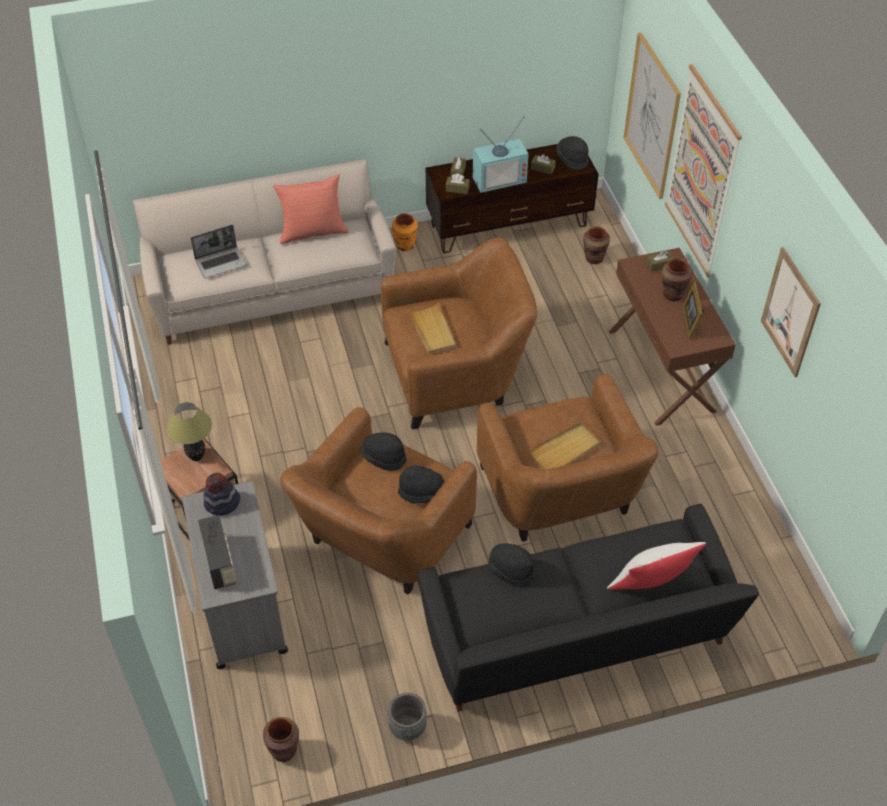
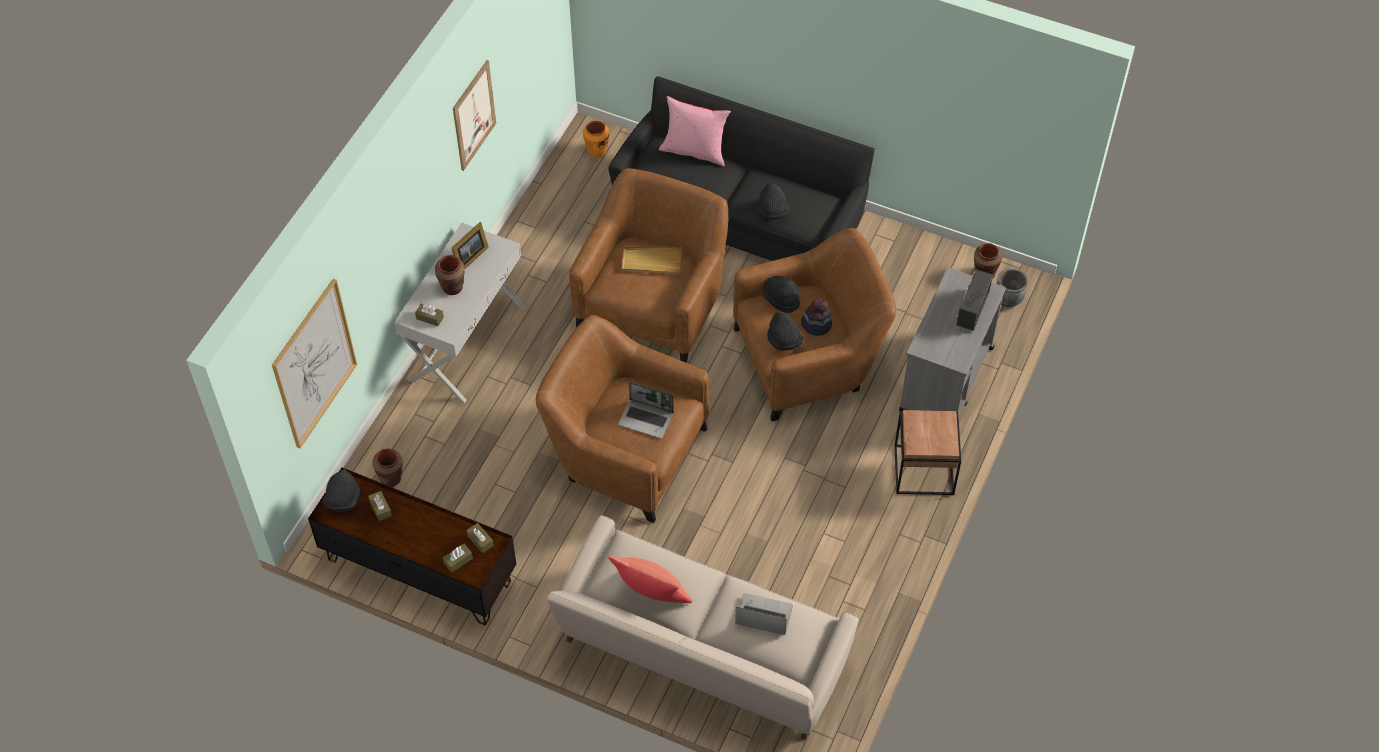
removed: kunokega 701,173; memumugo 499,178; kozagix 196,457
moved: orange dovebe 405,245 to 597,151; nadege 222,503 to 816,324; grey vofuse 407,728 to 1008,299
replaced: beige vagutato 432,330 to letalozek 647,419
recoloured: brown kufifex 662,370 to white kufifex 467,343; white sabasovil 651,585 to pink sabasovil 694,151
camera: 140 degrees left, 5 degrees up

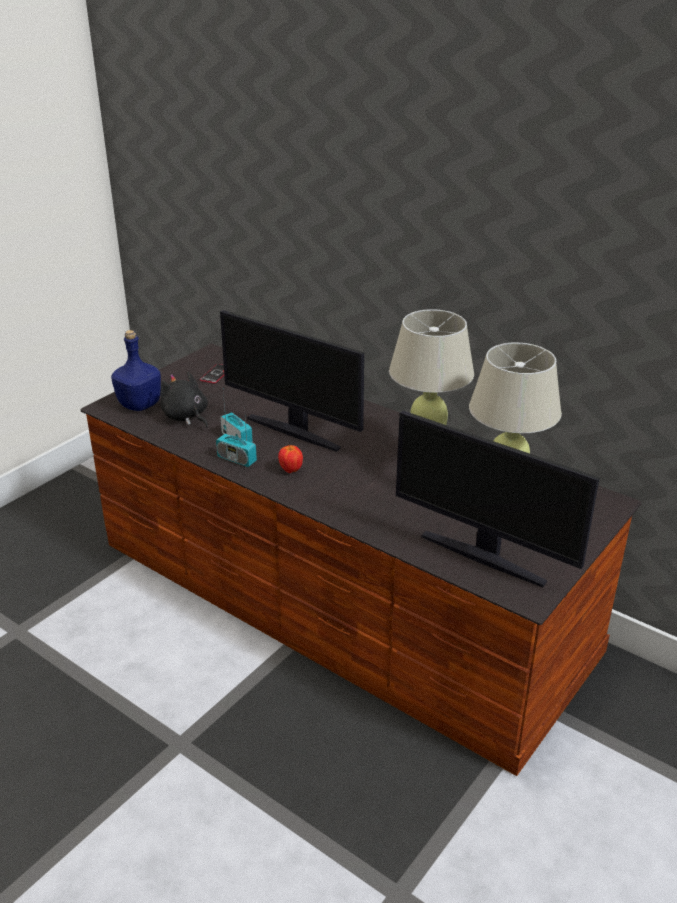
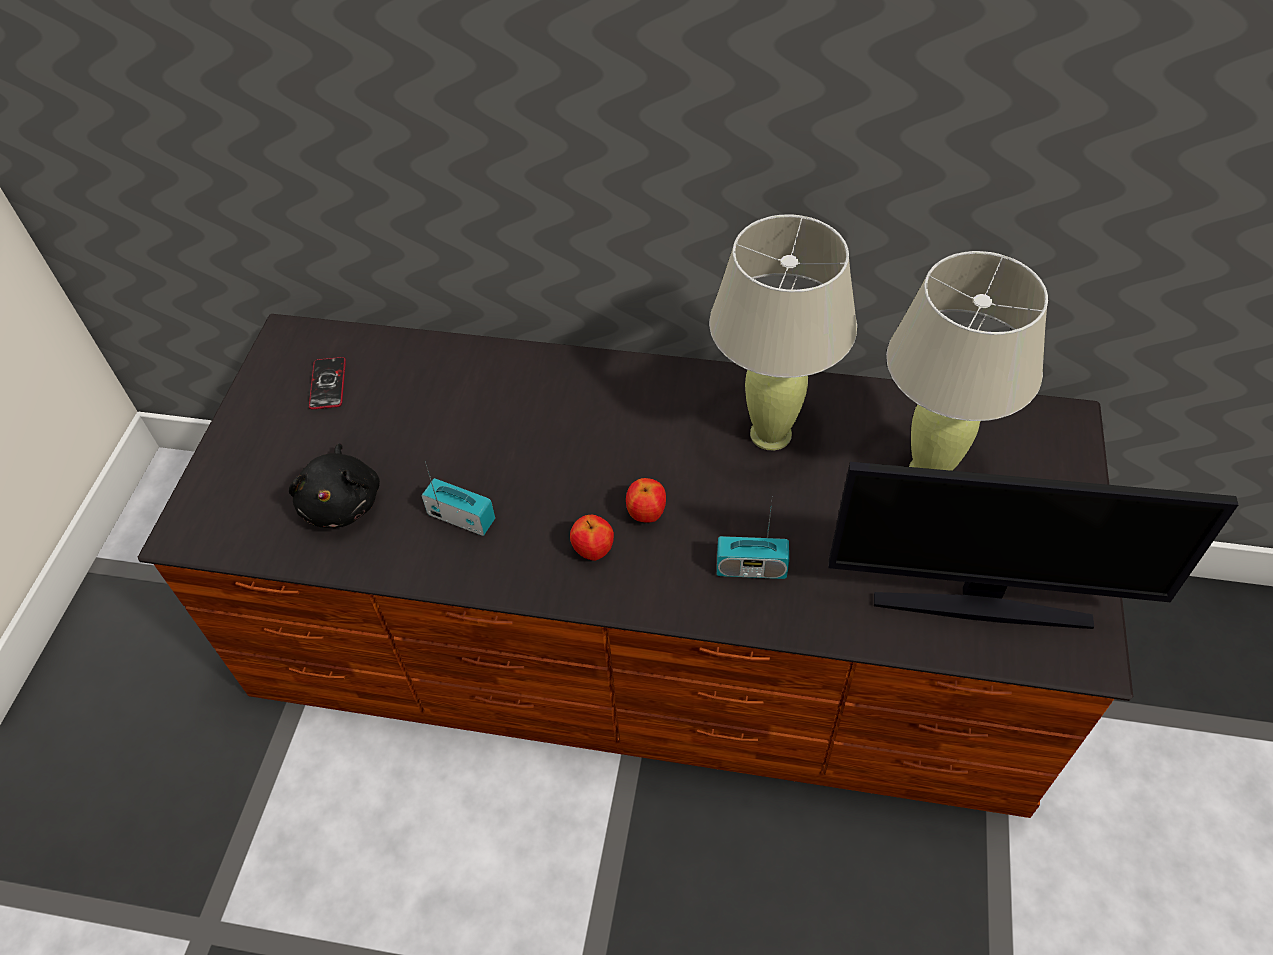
removed: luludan 294,431; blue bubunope 140,404
added: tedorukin 646,514
moved: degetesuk 236,459 to 751,568
turned: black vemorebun 186,417 = 343,502 120 degrees counterclockwise
camera: 25 degrees left, 20 degrees up

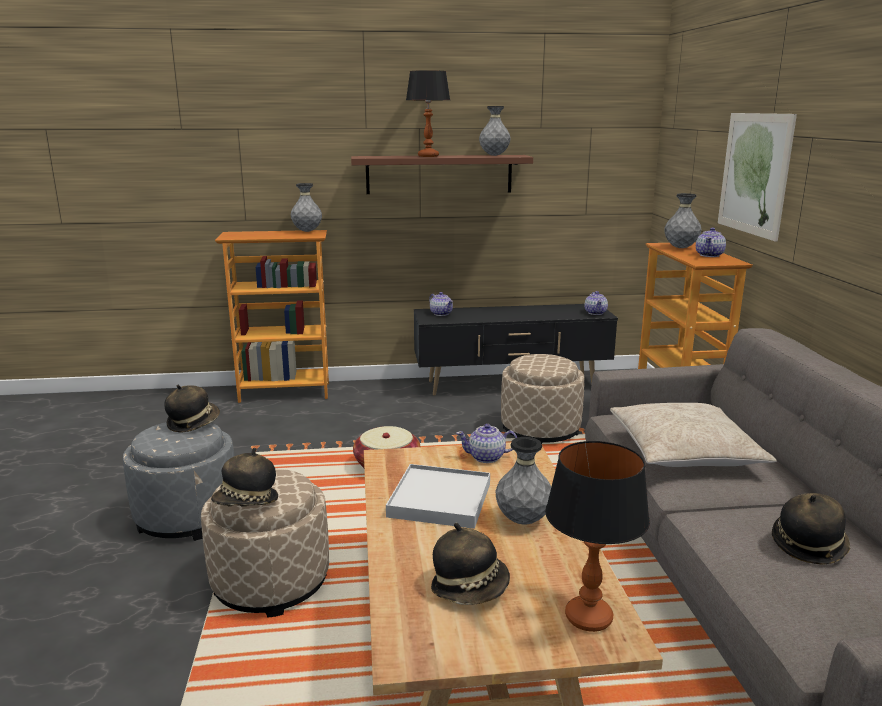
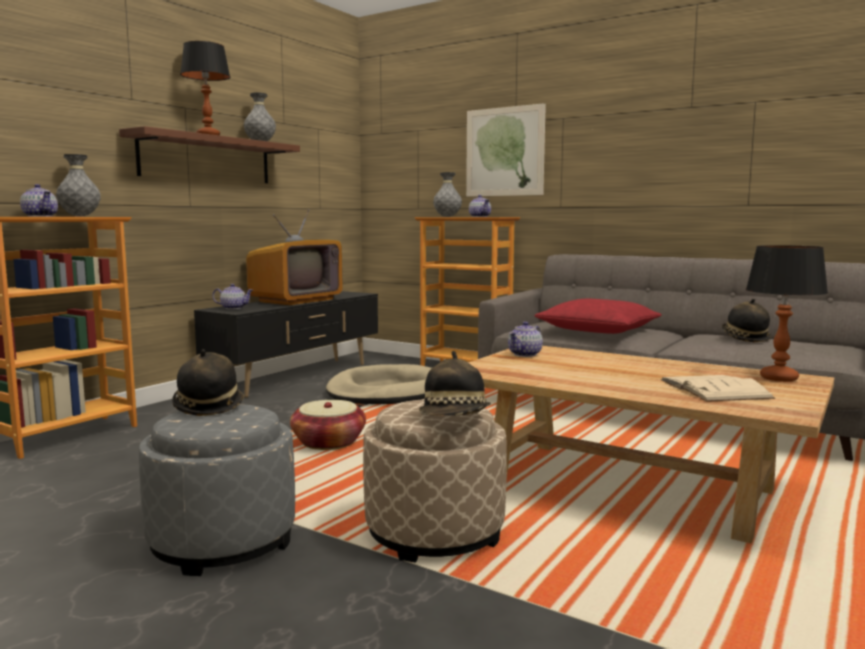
removed: grey dovebe 522,520; white vagutato 440,500
added: memumugo 296,300
moved: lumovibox 595,312 to 40,216
replaced: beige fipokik 540,430 to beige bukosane 386,391; nadege 470,588 to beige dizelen 714,389
recoloured: beige sabasovil 684,450 to red sabasovil 598,330
camera: 50 degrees left, 10 degrees down

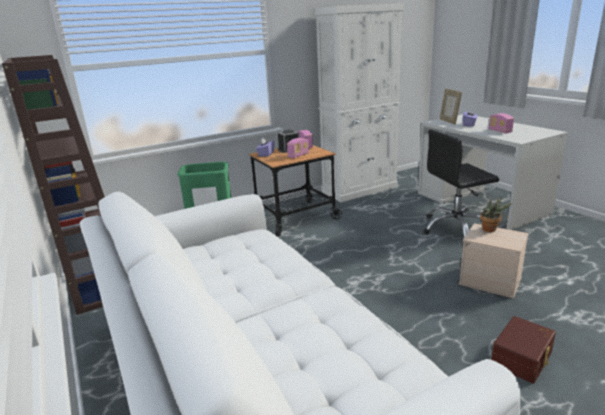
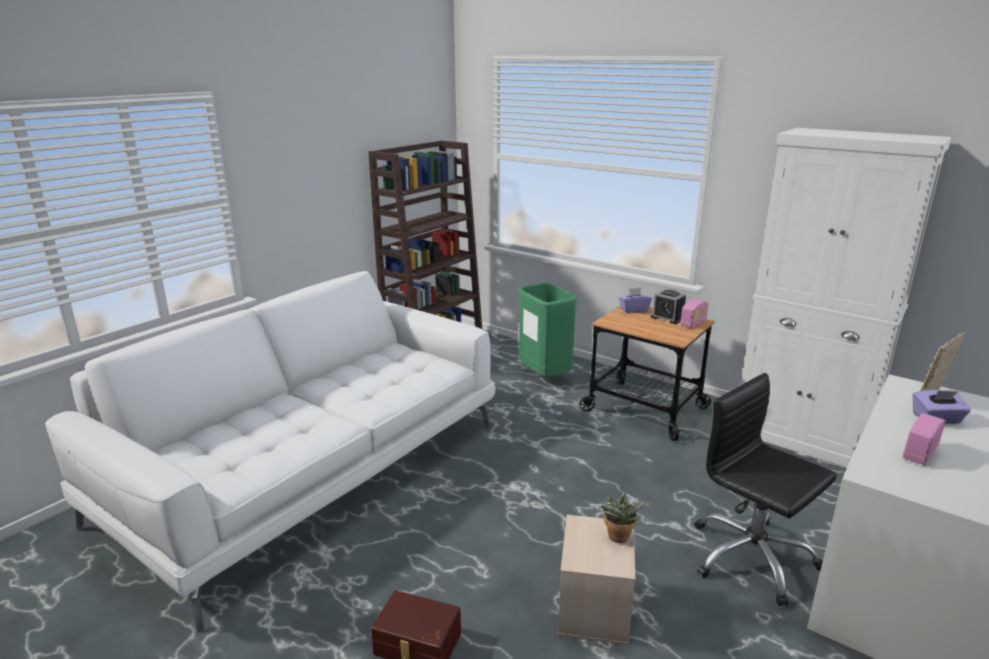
removed: degetesuk 298,155
camera: 65 degrees right, 0 degrees up

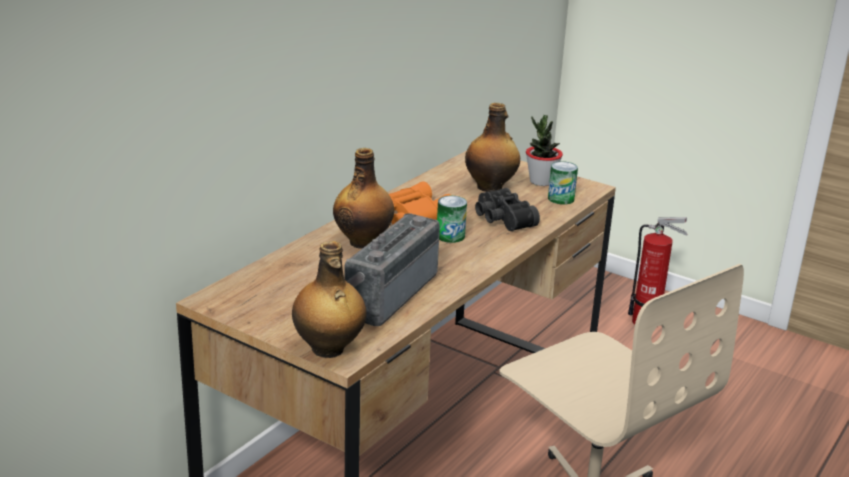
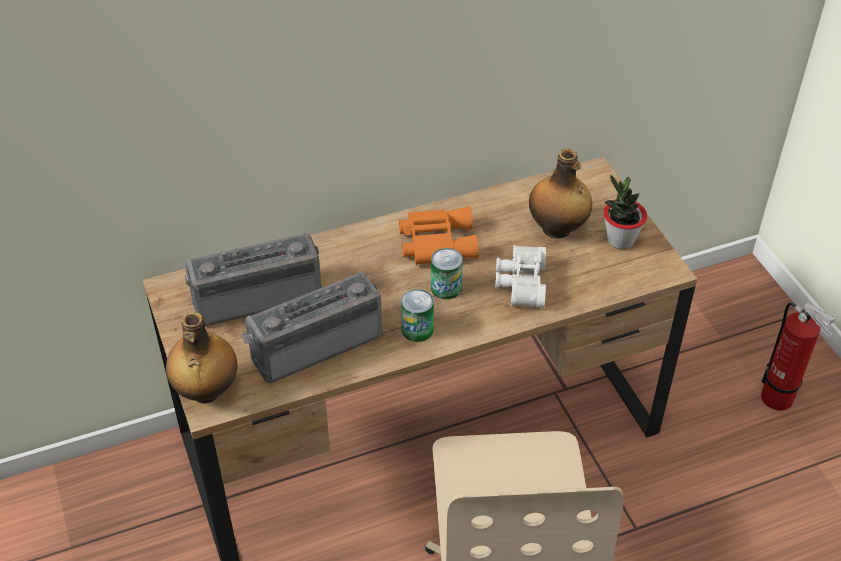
removed: bubunope 364,241
added: degetesuk 256,295
moved: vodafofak 561,199 to 417,329
recoloured: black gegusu 501,219 to white gegusu 519,283
camera: 35 degrees right, 20 degrees up

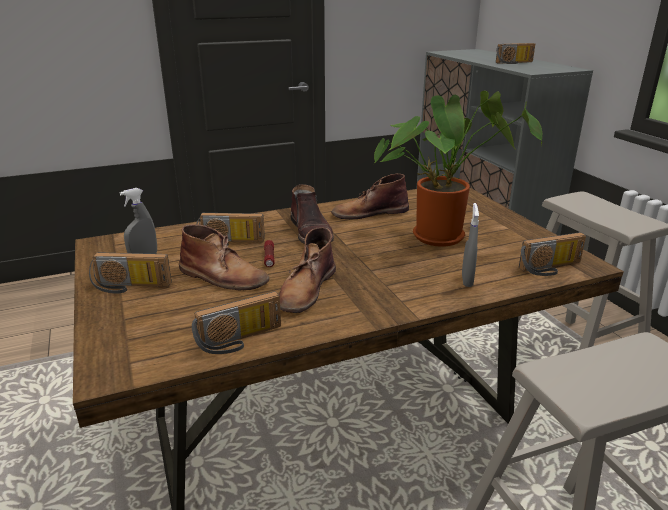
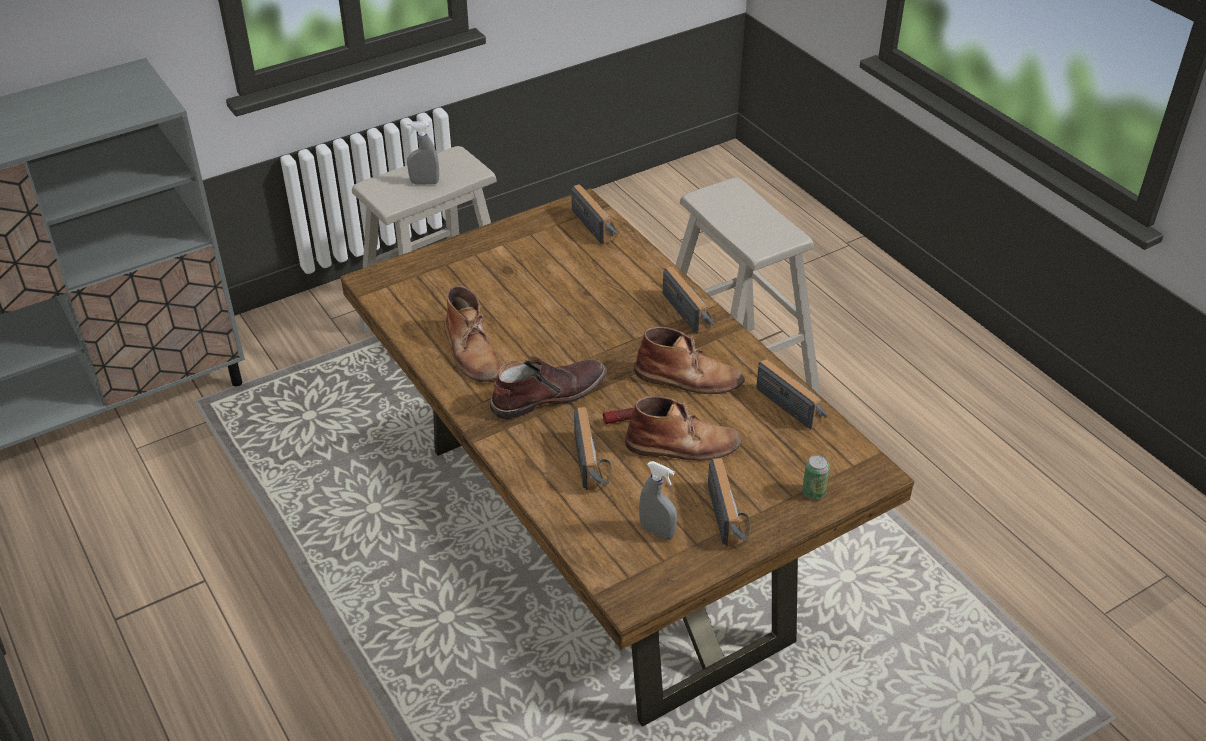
removed: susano 442,235
added: vodafofak 813,492
moved: degetesuk 515,63 to 691,312; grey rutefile 467,280 to 424,183
turned: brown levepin 223,277 = 684,445 75 degrees clockwise
camera: 100 degrees left, 15 degrees up

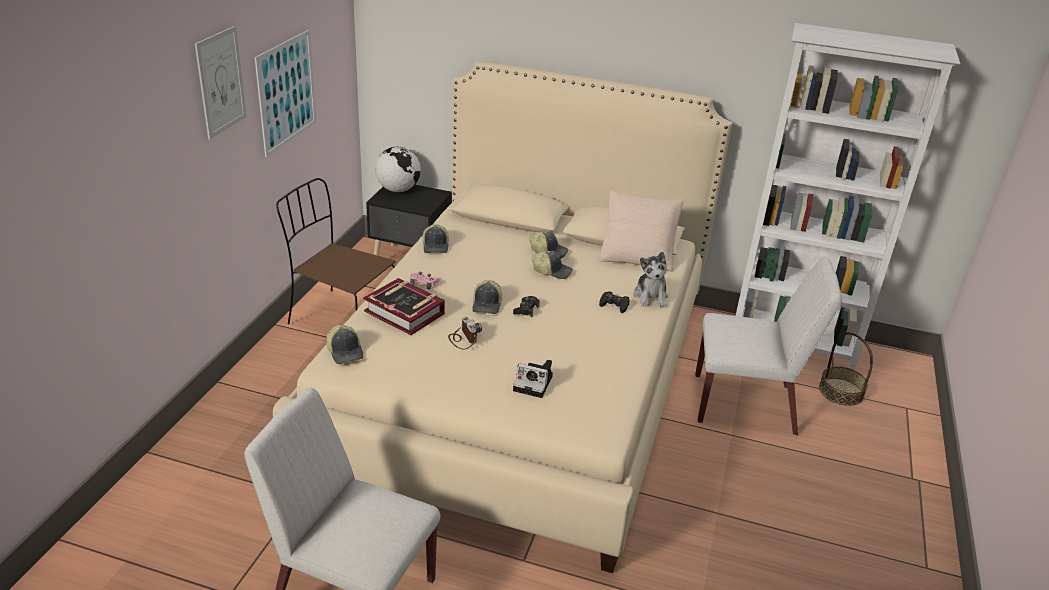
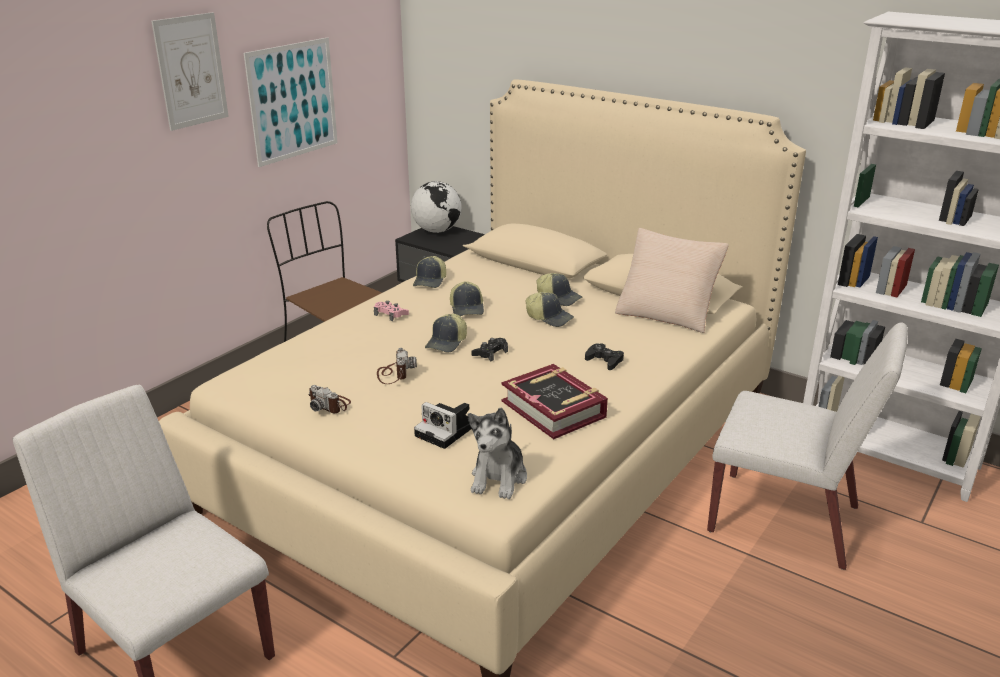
removed: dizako 841,391
added: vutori 330,405
moved: vemorebun 650,296 to 499,478; dizelen 405,312 to 554,409; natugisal 345,352 to 467,308
camera: 20 degrees right, 5 degrees down

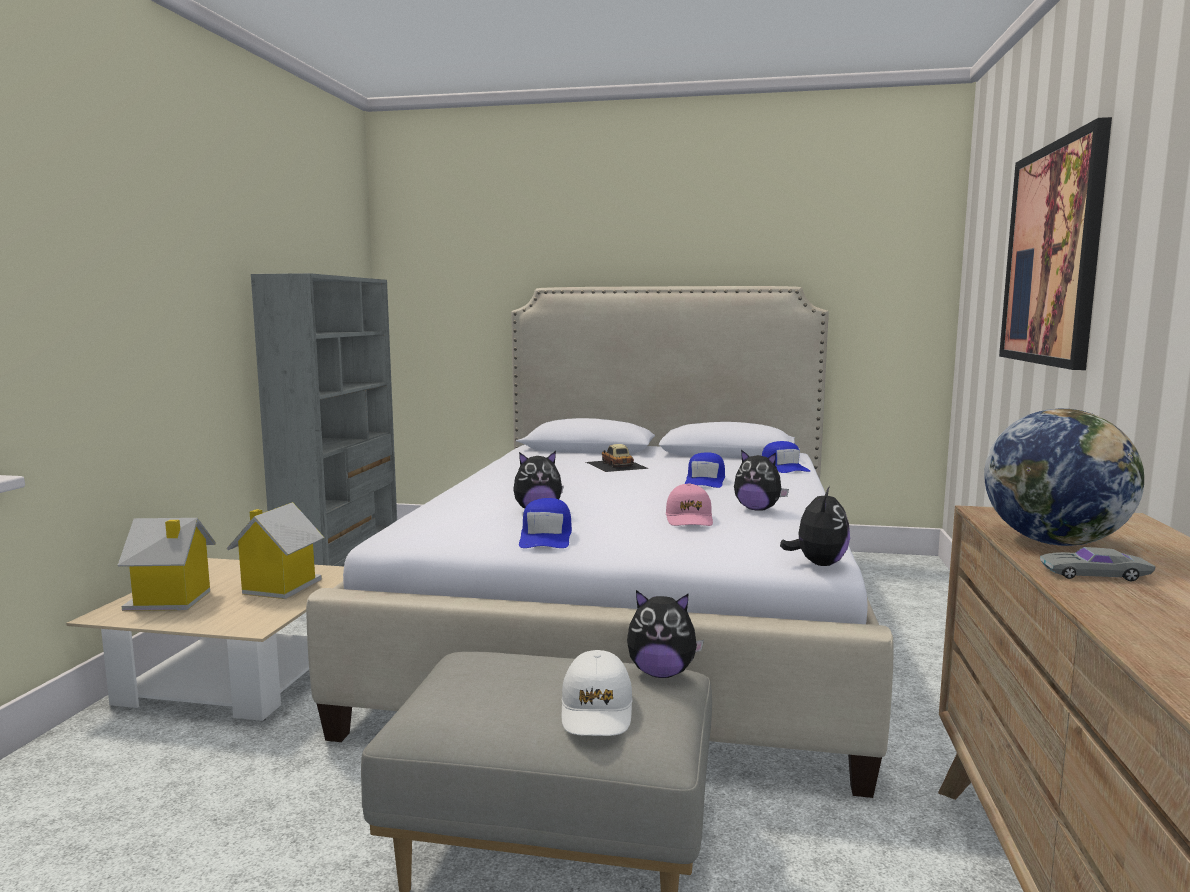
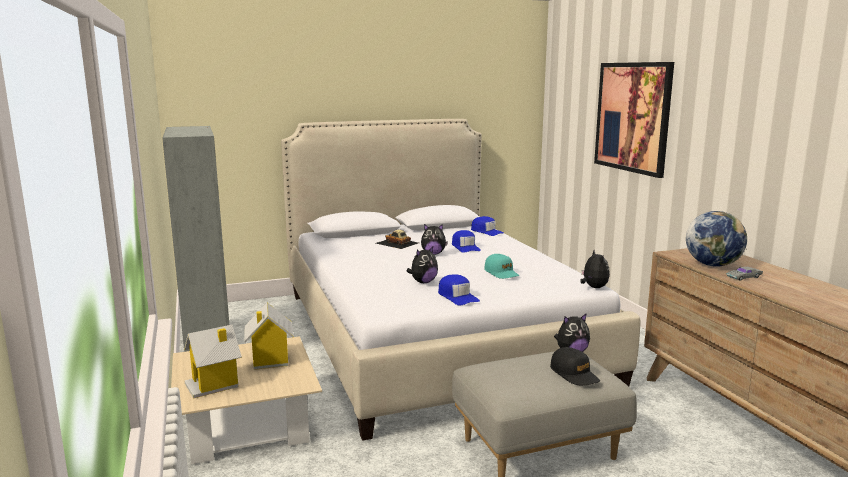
moved: vemorebun 757,509 to 433,254
recoloured: pink natugisal 689,519 to turquoise natugisal 501,273; white natugisal 597,710 to black natugisal 574,374
camera: 30 degrees left, 5 degrees up

